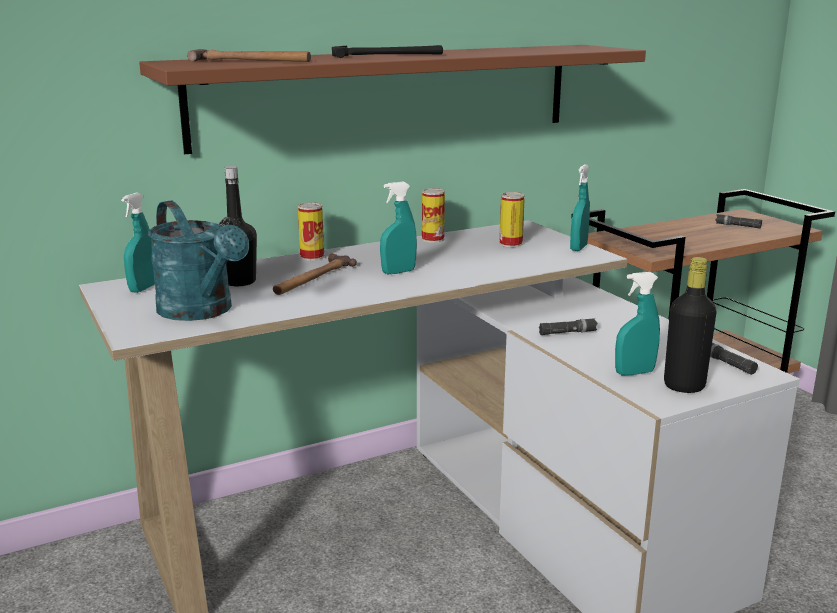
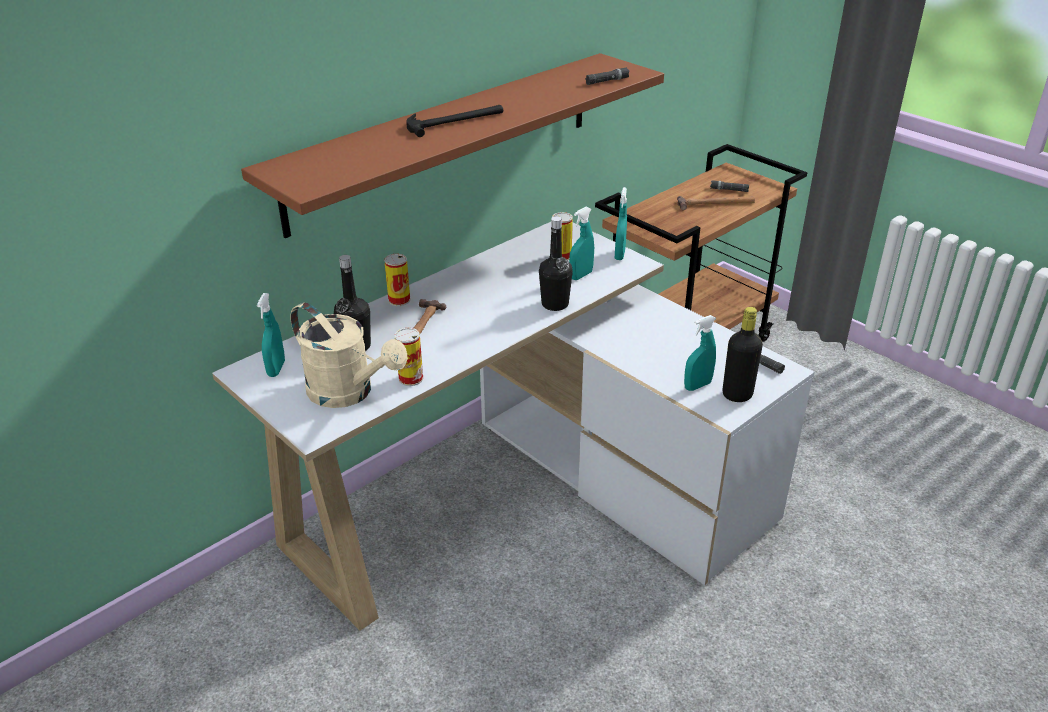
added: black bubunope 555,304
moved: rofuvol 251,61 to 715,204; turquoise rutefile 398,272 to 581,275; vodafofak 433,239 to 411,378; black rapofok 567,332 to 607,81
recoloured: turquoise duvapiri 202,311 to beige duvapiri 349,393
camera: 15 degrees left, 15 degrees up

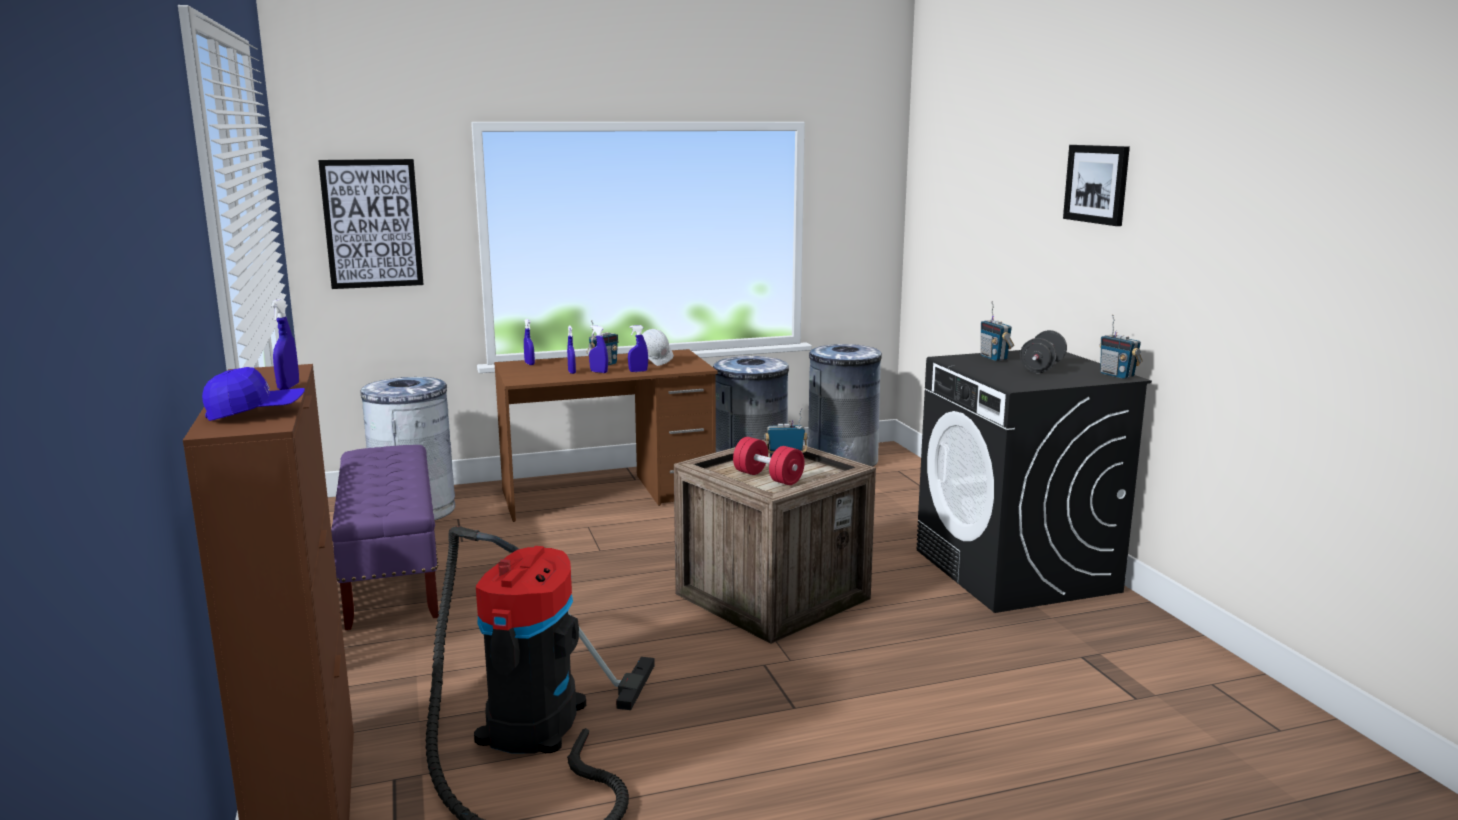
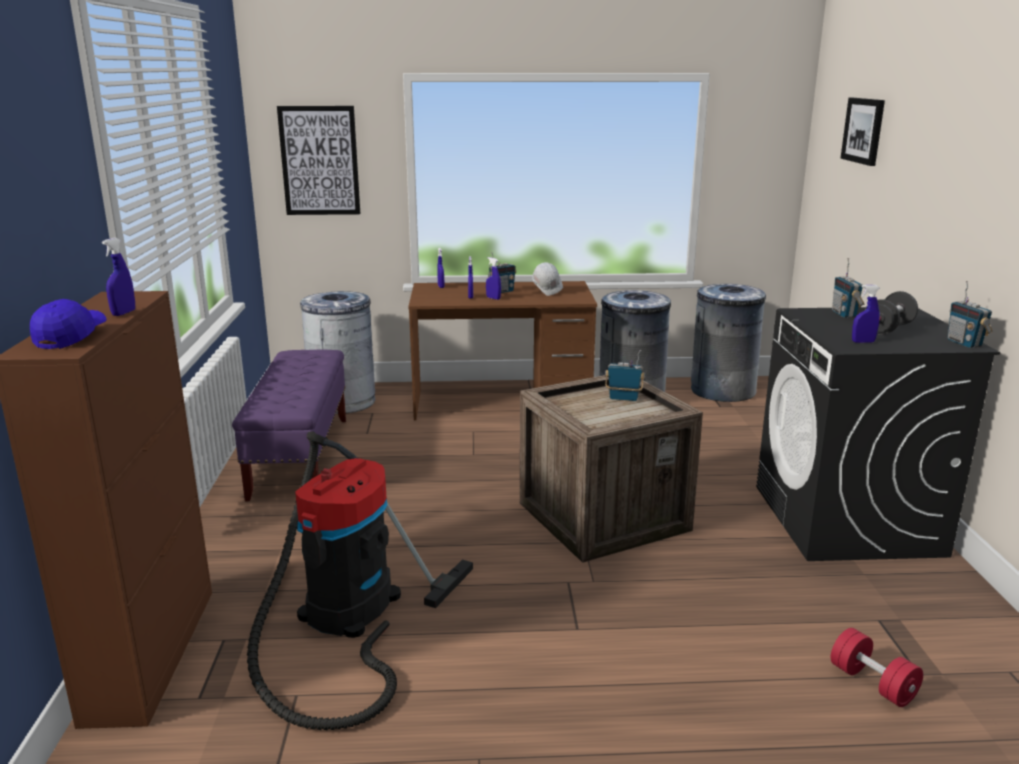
moved: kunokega 1097,184 to 864,130; blue rutefile 638,371 to 863,342; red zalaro 768,477 to 872,683
turned: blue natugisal 255,413 = 71,337 75 degrees counterclockwise
camera: 15 degrees right, 5 degrees up

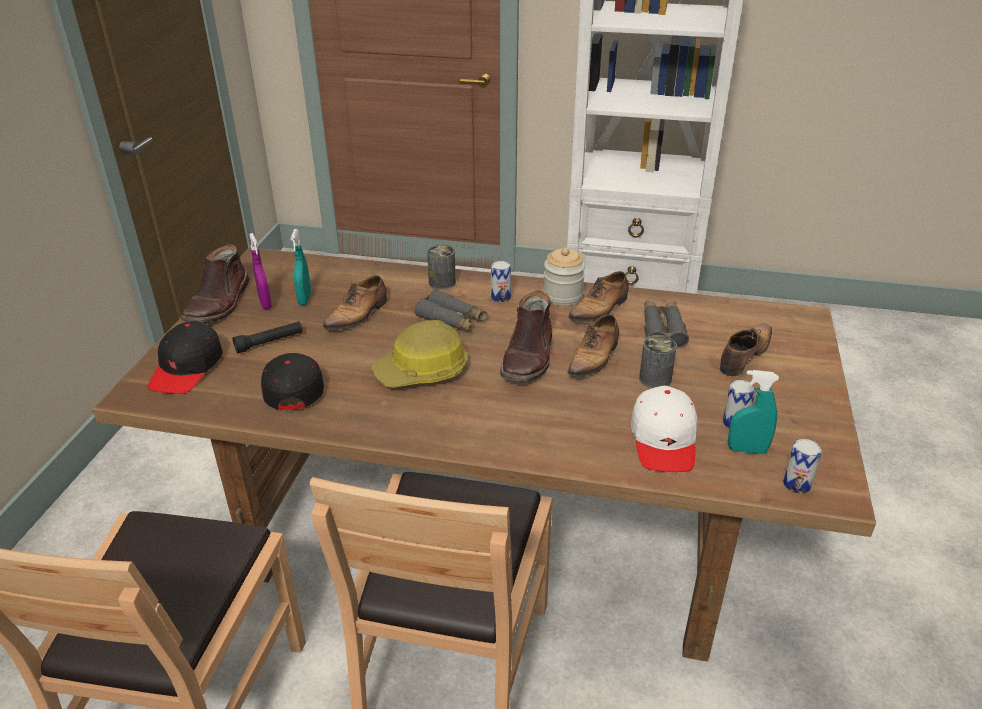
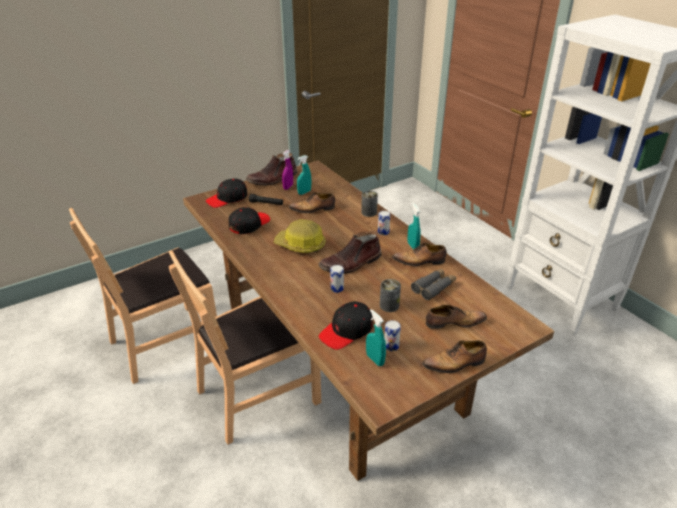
removed: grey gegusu 451,320
moved: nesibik 594,358 to 455,364; vodafofak 796,484 to 337,288
replaced: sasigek 563,296 to turquoise rutefile 413,246
recoloured: white natugisal 664,440 to black natugisal 346,331
camera: 45 degrees right, 0 degrees up

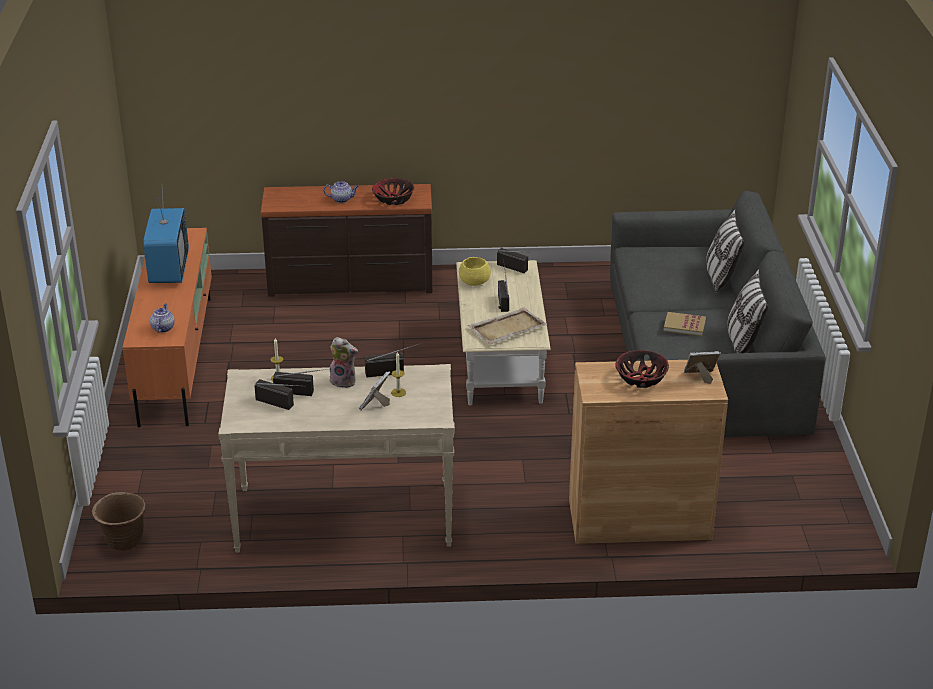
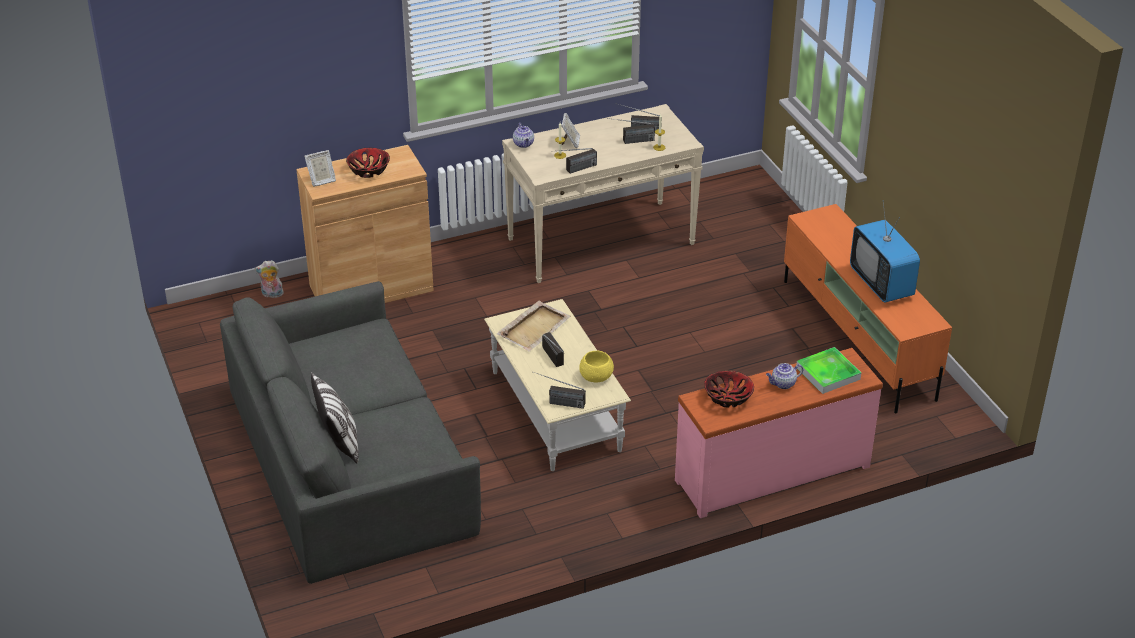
removed: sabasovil 742,341; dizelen 684,325; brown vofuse 123,541
added: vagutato 828,373
moved: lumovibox 163,328 to 524,144; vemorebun 344,381 to 271,295
recoloured: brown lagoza 350,283 to pink lagoza 771,472
camera: 160 degrees right, 5 degrees up

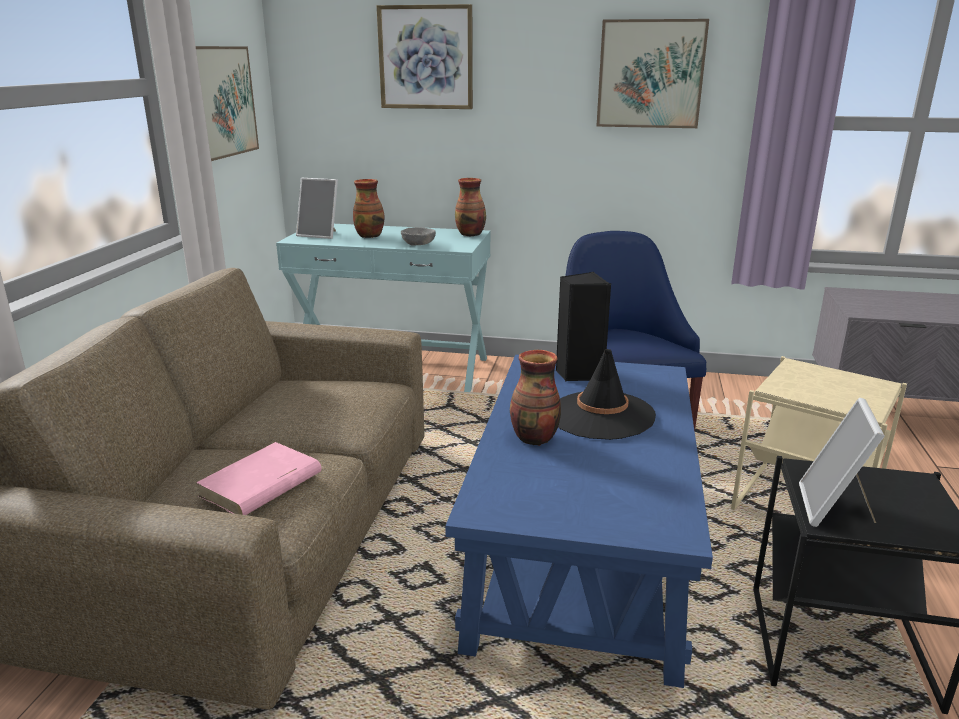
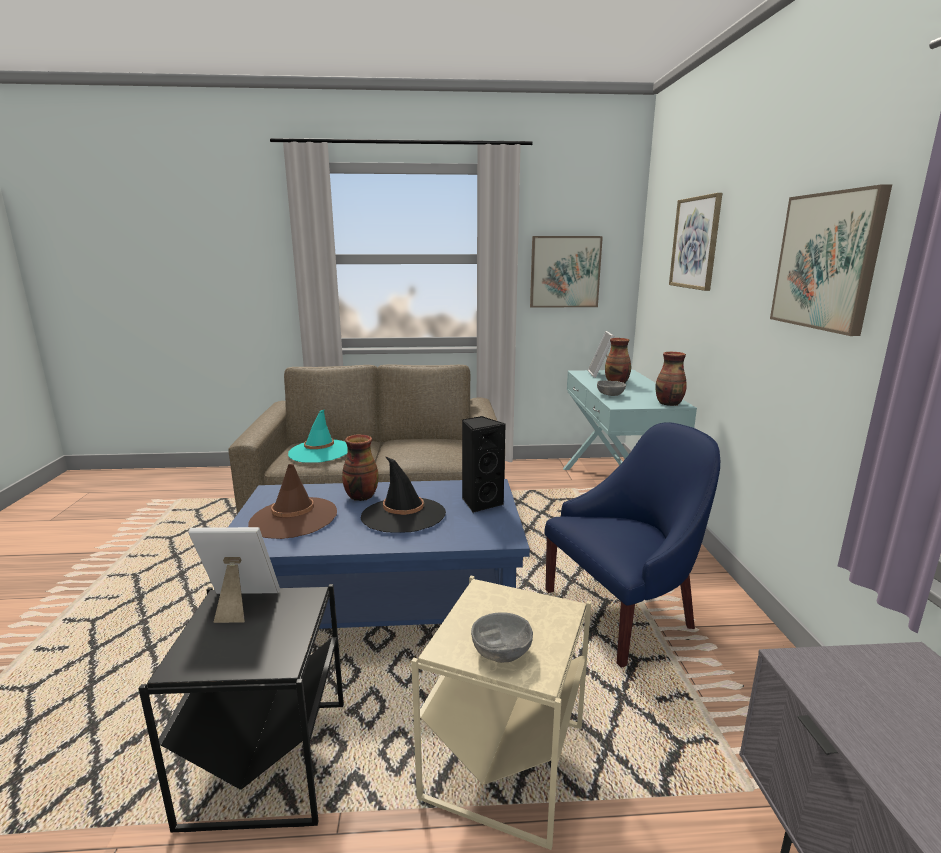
added: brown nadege 293,518; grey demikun 501,652
replaced: pink dizelen 260,485 to turquoise nadege 319,451
camera: 75 degrees right, 5 degrees down

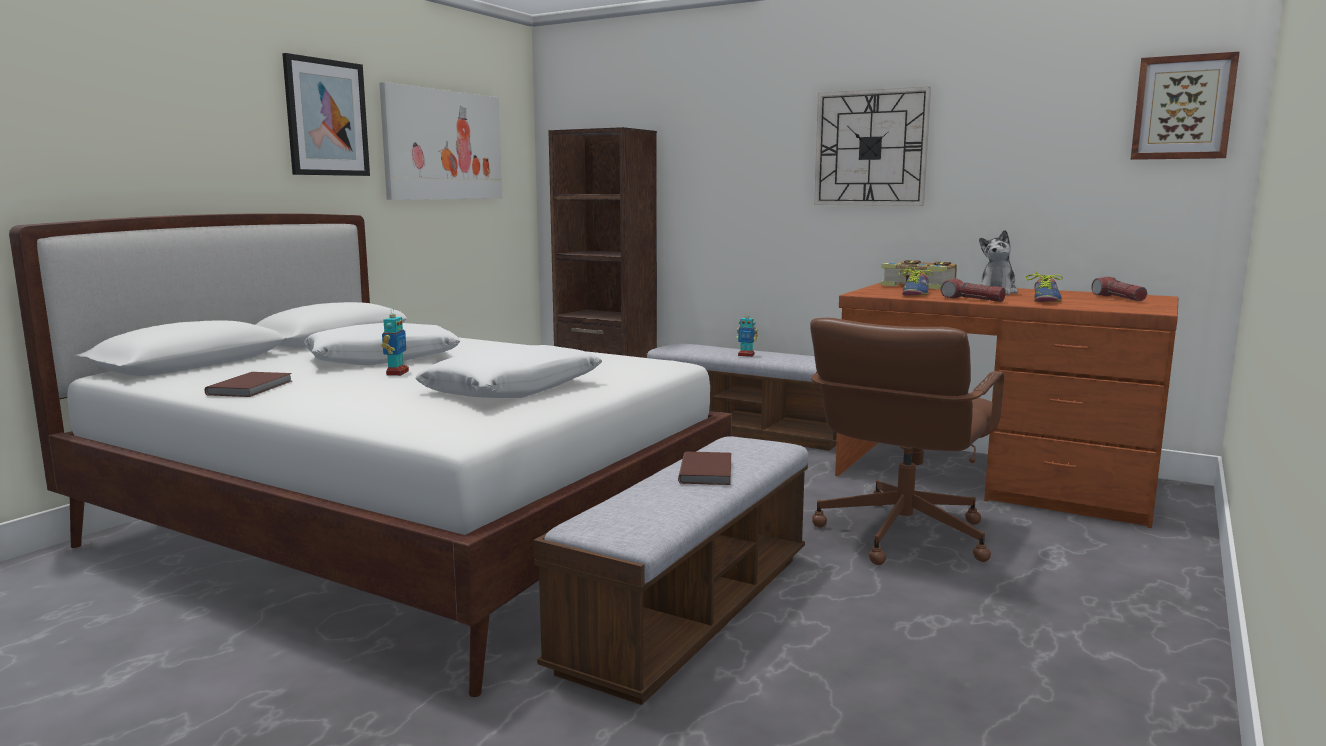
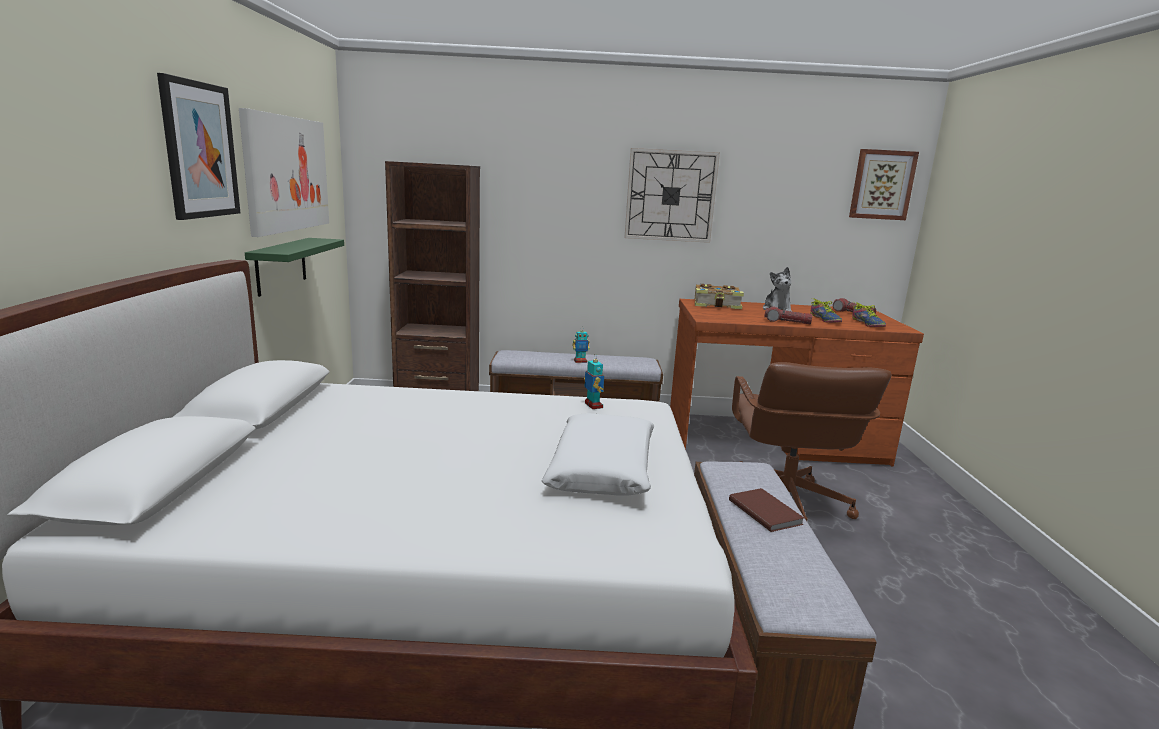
removed: white sabasovil 383,359; brown dizelen 252,387
added: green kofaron 281,265
moved: nesibik 915,294 to 868,324; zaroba 397,373 to 593,405
camera: 30 degrees left, 5 degrees up

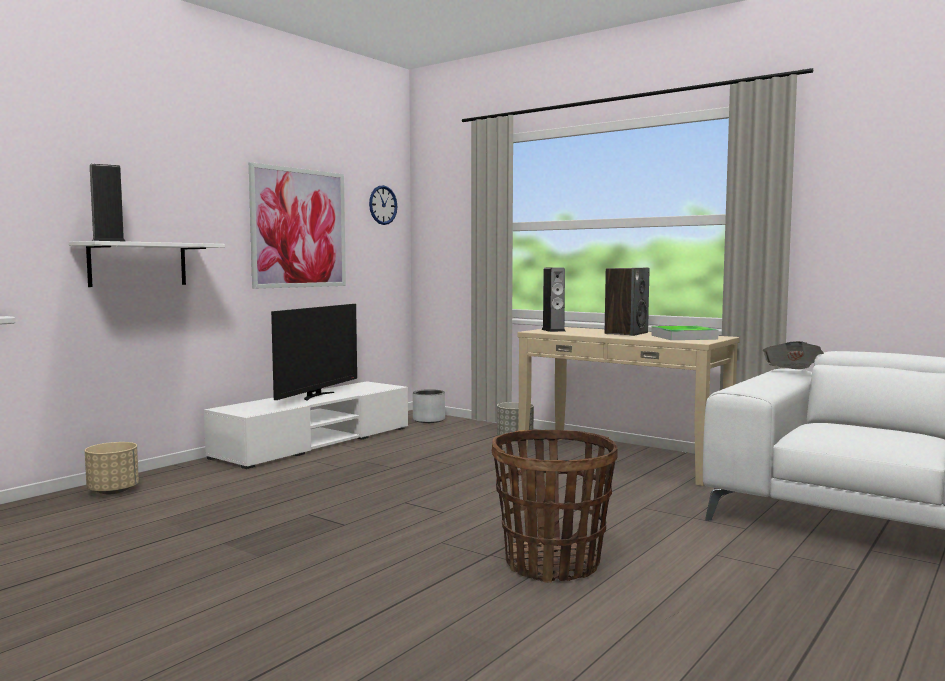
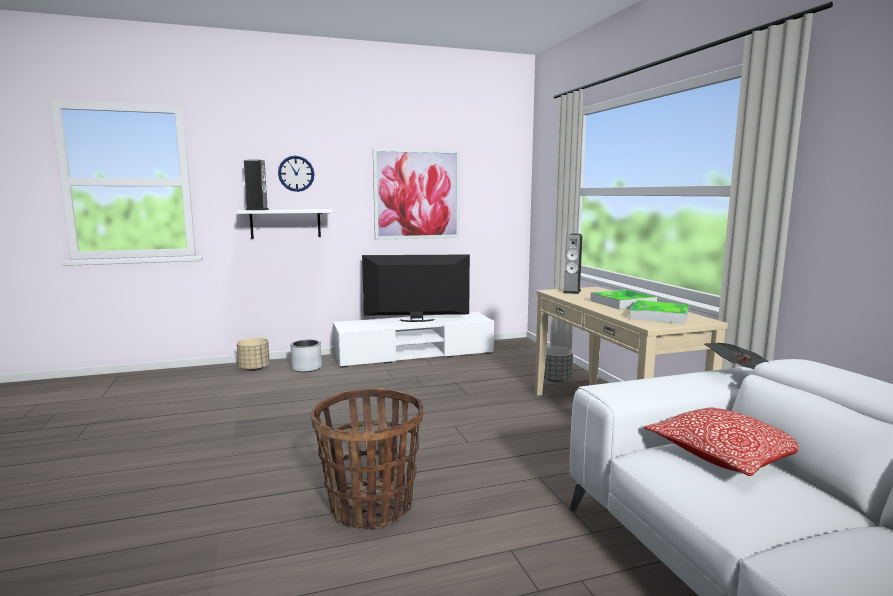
added: sabasovil 725,455
moved: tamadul 383,205 to 296,173; grey vofuse 429,420 to 307,368
replaced: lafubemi 626,333 to vagutato 622,303
turned: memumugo 316,396 = 416,320 150 degrees counterclockwise
camera: 35 degrees right, 5 degrees up

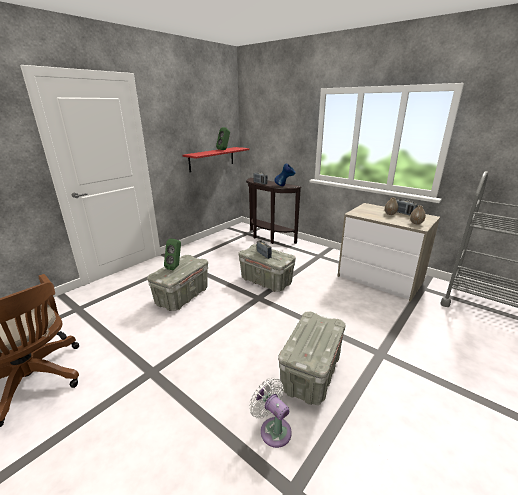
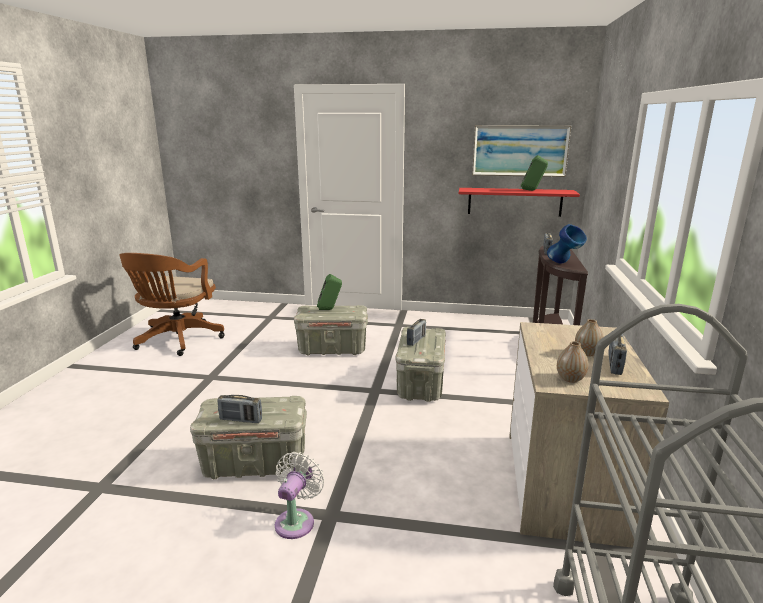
added: kunokega 520,150; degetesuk 241,420
moved: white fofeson 273,429 to 296,521
camera: 60 degrees right, 5 degrees down

